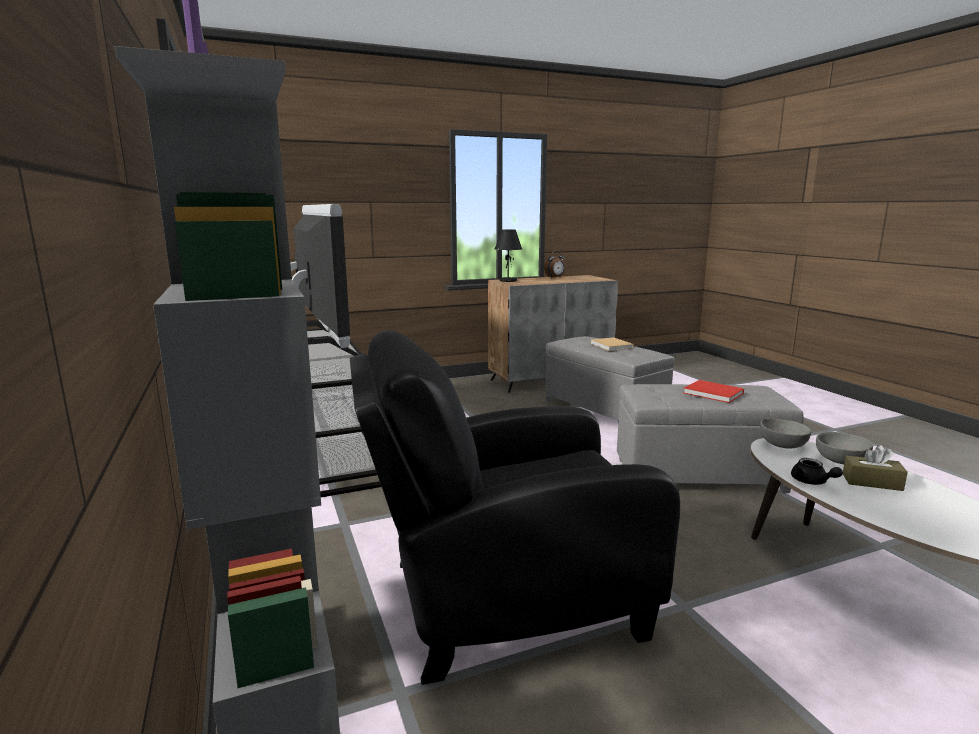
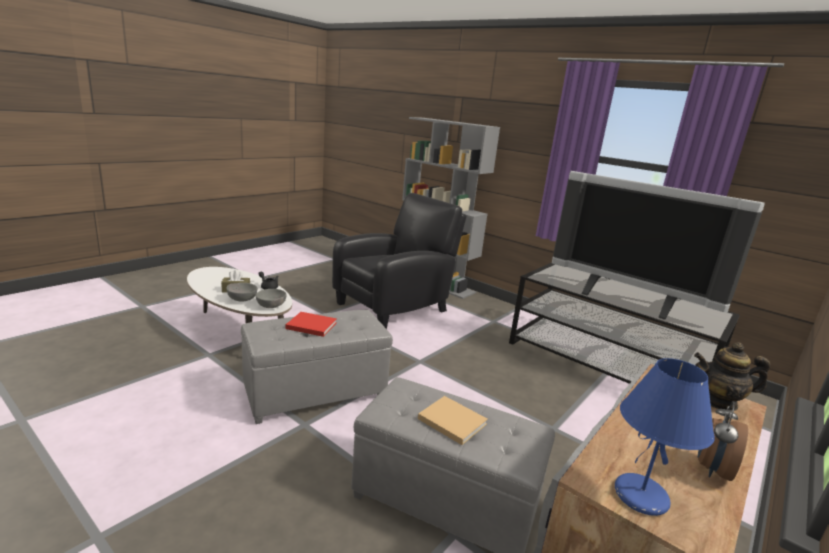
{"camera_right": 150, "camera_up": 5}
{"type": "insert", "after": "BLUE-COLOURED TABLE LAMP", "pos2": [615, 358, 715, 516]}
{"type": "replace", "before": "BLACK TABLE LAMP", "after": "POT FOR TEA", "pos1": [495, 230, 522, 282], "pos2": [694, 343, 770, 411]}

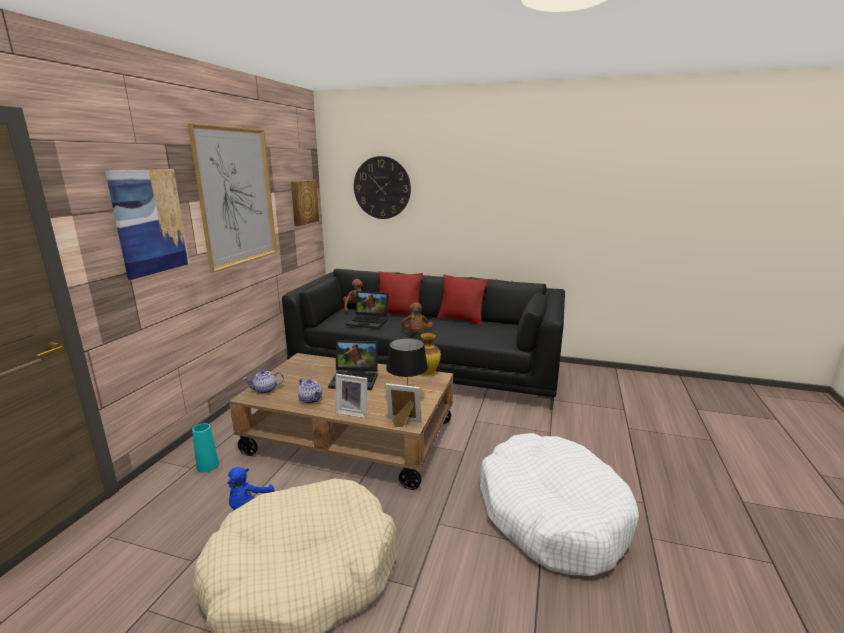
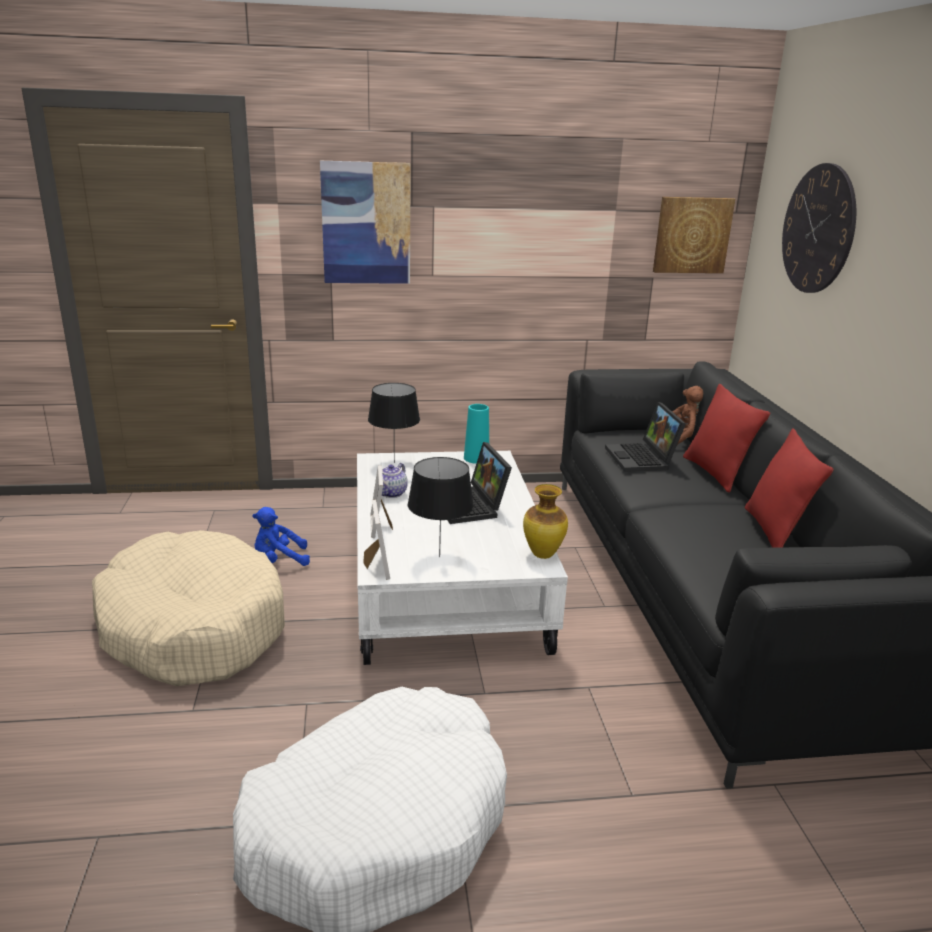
{"camera_right": 65, "camera_up": 5}
{"type": "delete", "before": "WALL ART", "pos1": [188, 123, 277, 272]}
{"type": "delete", "before": "BROWN PLUSH TOY", "pos1": [401, 302, 433, 333]}
{"type": "move", "before": "TURQUOISE DECORATIVE VASE", "pos1": [192, 423, 219, 473], "pos2": [464, 404, 489, 464]}
{"type": "replace", "before": "POT FOR TEA", "after": "BLACK TABLE LAMP", "pos1": [244, 370, 284, 394], "pos2": [368, 383, 420, 463]}
{"type": "recolor", "before": "BROWN COFFEE TABLE", "after": "WHITE-COLOURED COFFEE TABLE", "pos1": [229, 353, 453, 490], "pos2": [357, 451, 568, 665]}

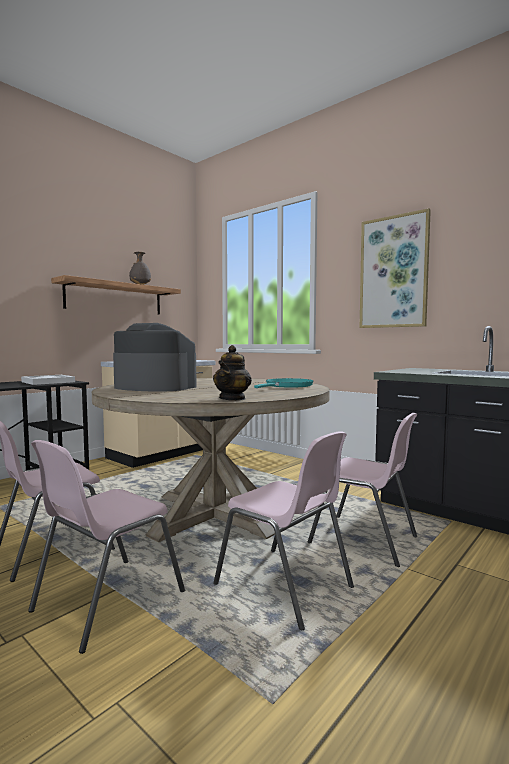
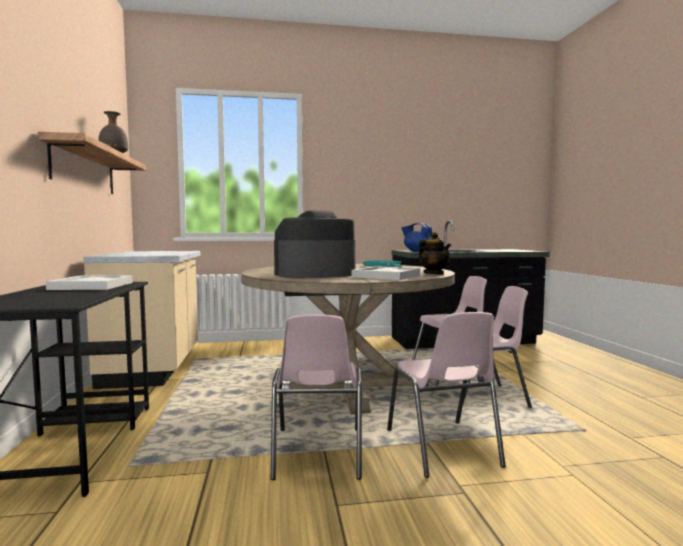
{"camera_right": -50, "camera_up": 0}
{"type": "delete", "before": "WALL ART", "pos1": [360, 208, 431, 328]}
{"type": "insert", "after": "WHITE-COLOURED CARRYING TRAY", "pos2": [352, 266, 420, 280]}
{"type": "insert", "after": "BLUE-COLOURED POT FOR TEA", "pos2": [401, 223, 432, 252]}

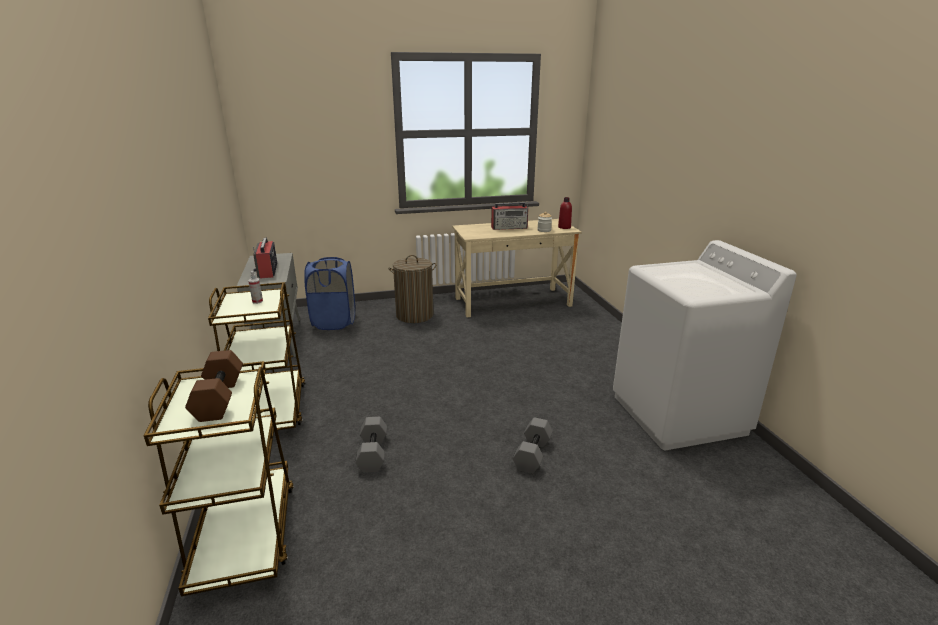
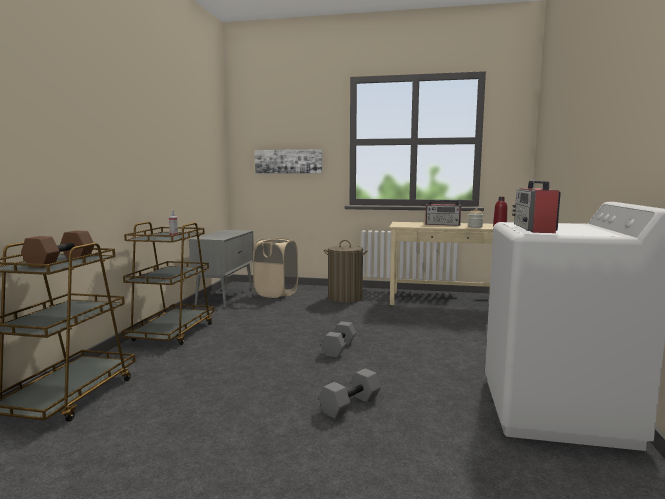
{"camera_right": 25, "camera_up": -15}
{"type": "insert", "after": "WALL ART", "pos2": [255, 149, 322, 173]}
{"type": "move", "before": "RADIO SET", "pos1": [253, 238, 277, 279], "pos2": [512, 178, 561, 233]}
{"type": "move", "before": "GREYISH FREE WEIGHT", "pos1": [355, 417, 387, 473], "pos2": [321, 321, 356, 357]}
{"type": "recolor", "before": "BLUE-COLOURED LAUNDRY BASKET", "after": "BEIGE-COLOURED LAUNDRY BASKET", "pos1": [304, 257, 355, 330], "pos2": [253, 238, 298, 298]}

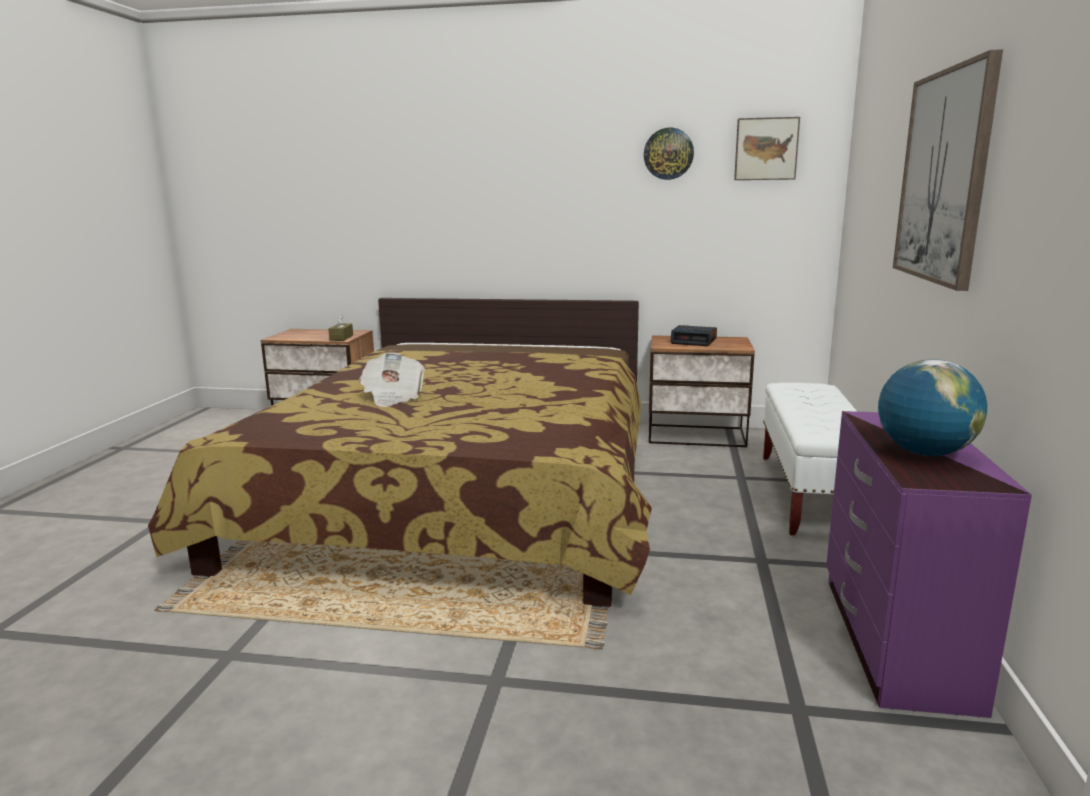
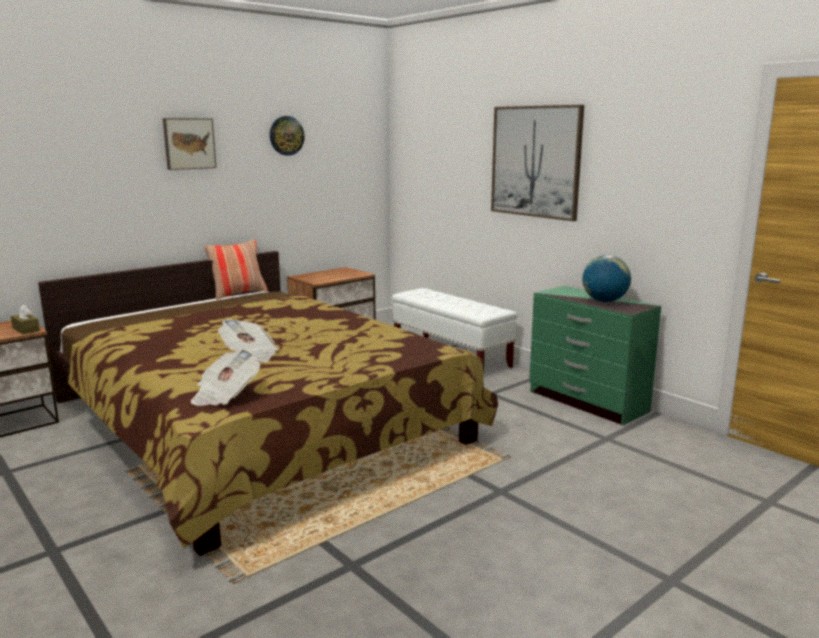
{"camera_right": -50, "camera_up": 0}
{"type": "delete", "before": "ALARM CLOCK", "pos1": [670, 325, 717, 346]}
{"type": "insert", "after": "PRINTED PAPER", "pos2": [191, 349, 260, 406]}
{"type": "insert", "after": "PILLOW", "pos2": [204, 240, 267, 300]}
{"type": "move", "before": "WALL ART", "pos1": [734, 117, 800, 180], "pos2": [163, 118, 216, 170]}
{"type": "recolor", "before": "PURPLISH DRESSER", "after": "GREEN DRESSER", "pos1": [826, 411, 1032, 718], "pos2": [529, 286, 661, 425]}

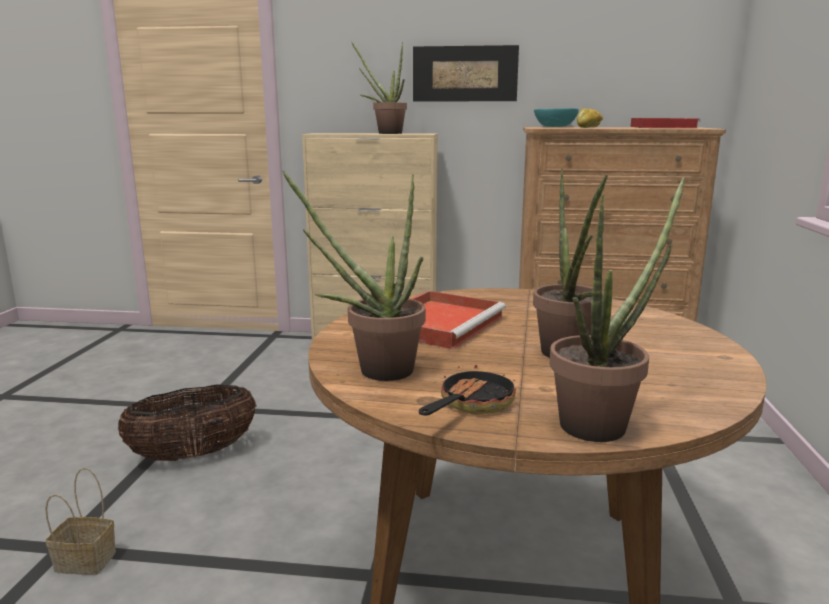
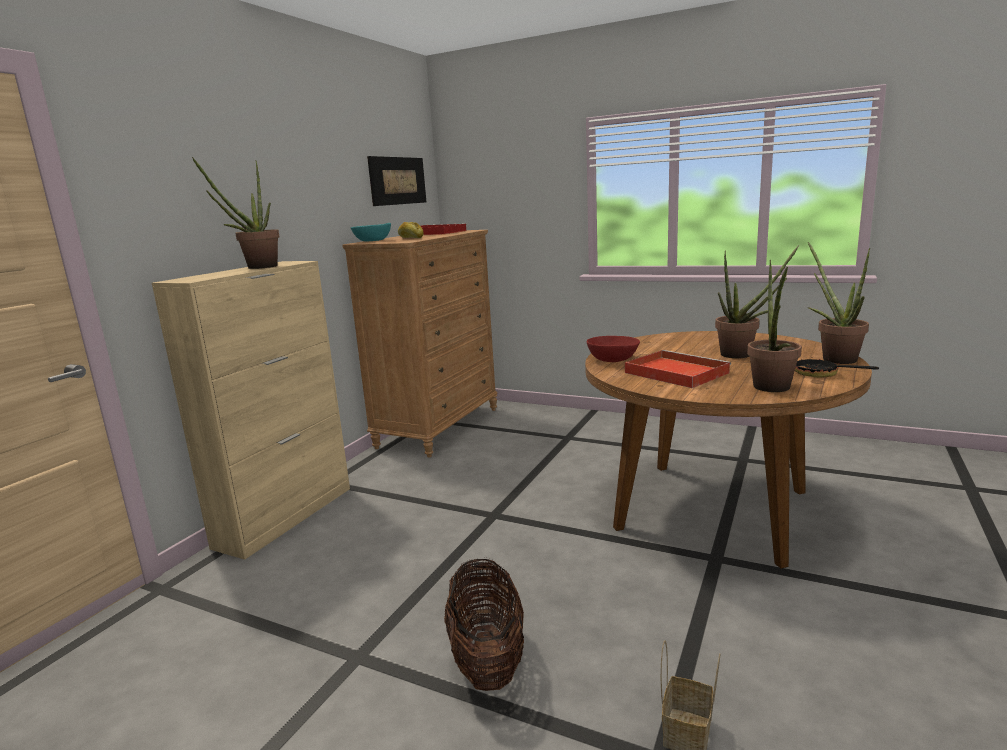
{"camera_right": -70, "camera_up": 0}
{"type": "insert", "after": "RED-COLOURED DEEP DISH", "pos2": [587, 336, 640, 362]}
{"type": "move", "before": "WALL ART", "pos1": [413, 45, 519, 102], "pos2": [367, 156, 426, 206]}

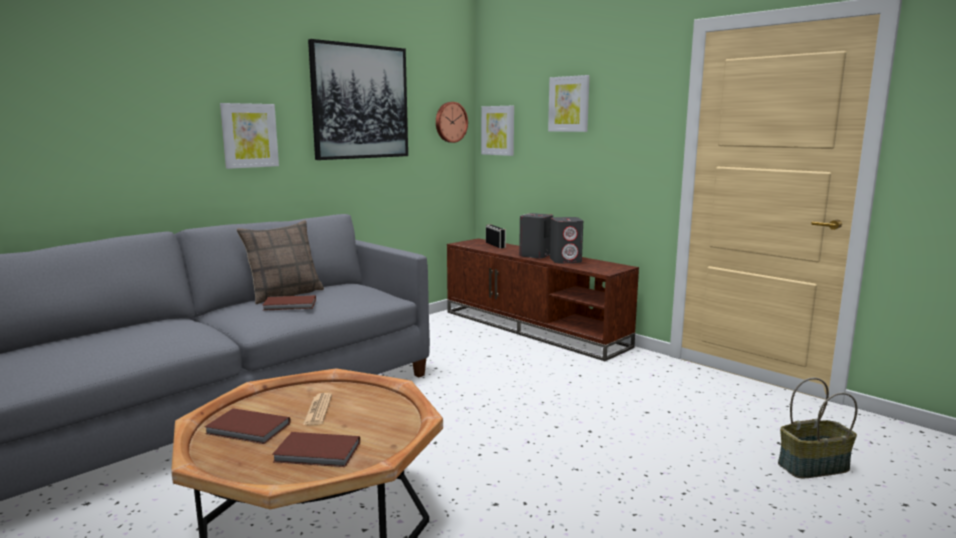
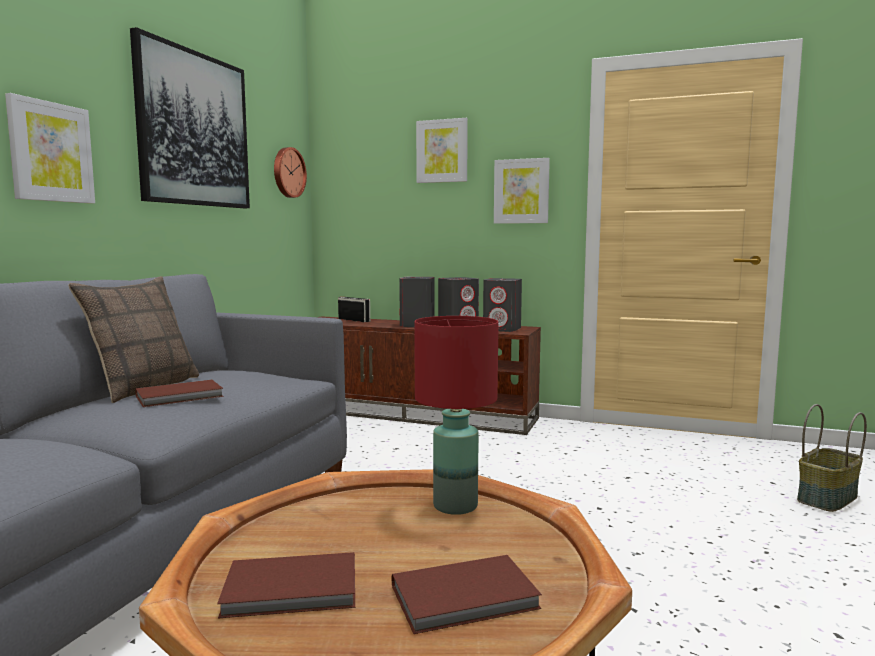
{"camera_right": -25, "camera_up": -5}
{"type": "delete", "before": "PRINTED PAPER", "pos1": [303, 393, 332, 425]}
{"type": "insert", "after": "RED-COLOURED TABLE LAMP", "pos2": [414, 316, 499, 515]}
{"type": "insert", "after": "GREYISH SPEAKER", "pos2": [483, 278, 522, 332]}
{"type": "move", "before": "WALL ART", "pos1": [481, 106, 514, 156], "pos2": [494, 158, 550, 224]}

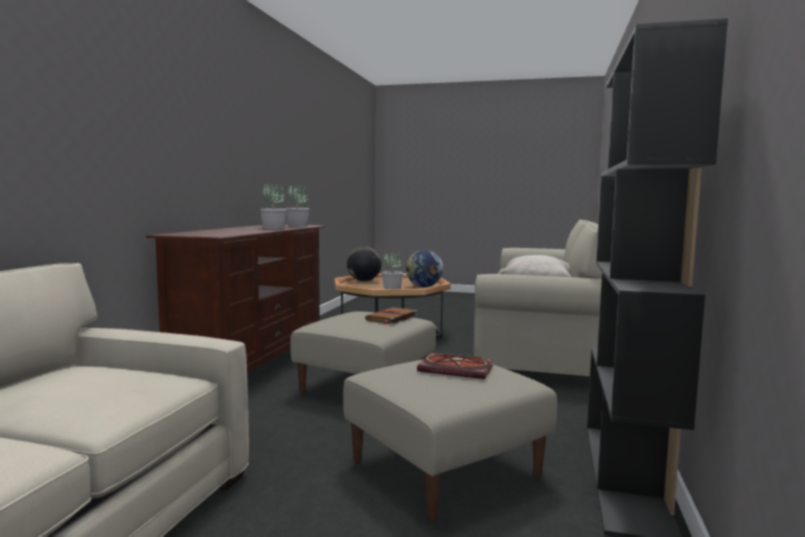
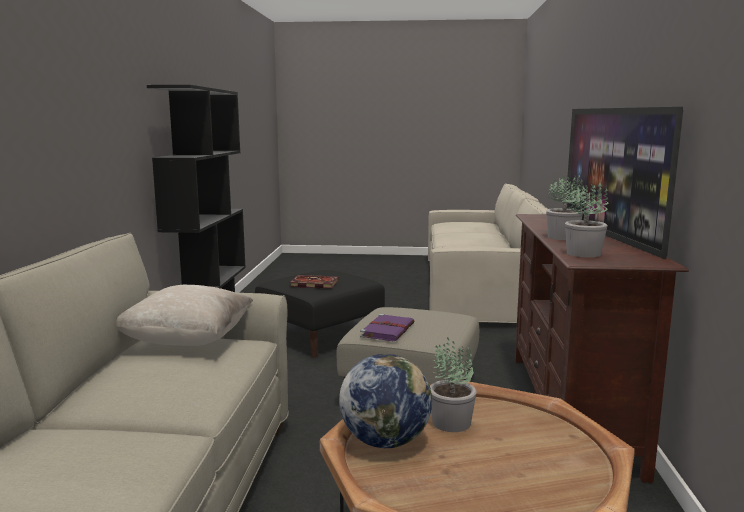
{"camera_right": 170, "camera_up": 5}
{"type": "delete", "before": "WORLD GLOBE", "pos1": [347, 246, 382, 281]}
{"type": "insert", "after": "TELEVISION", "pos2": [566, 107, 683, 259]}
{"type": "recolor", "before": "BEIGE-COLOURED OTTOMAN", "after": "BLACK OTTOMAN", "pos1": [343, 355, 557, 521], "pos2": [255, 270, 385, 358]}
{"type": "recolor", "before": "BROWN BOOK", "after": "PURPLISH BOOK", "pos1": [365, 307, 417, 325], "pos2": [360, 314, 414, 341]}

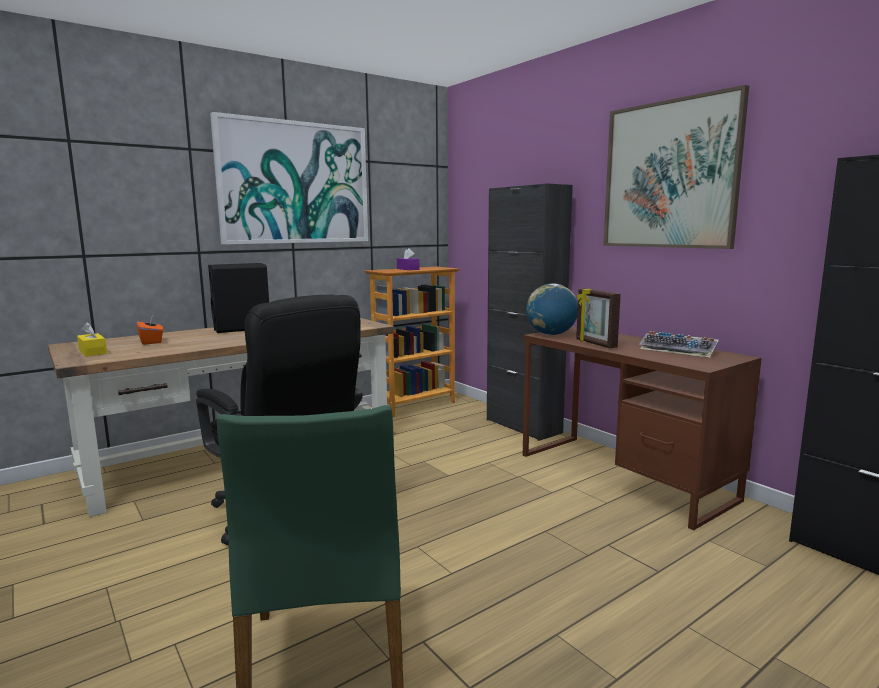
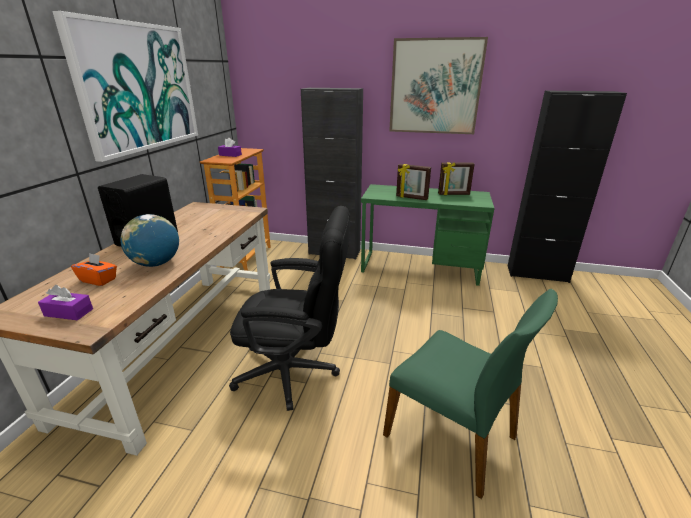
{"camera_right": -40, "camera_up": 15}
{"type": "move", "before": "WORLD GLOBE", "pos1": [526, 284, 578, 335], "pos2": [120, 214, 179, 267]}
{"type": "replace", "before": "KEYBOARD", "after": "STANDING FRAME", "pos1": [640, 331, 719, 357], "pos2": [438, 162, 474, 195]}
{"type": "recolor", "before": "YELLOW BOX OF TISSUES", "after": "PURPLISH BOX OF TISSUES", "pos1": [77, 322, 107, 356], "pos2": [38, 285, 93, 321]}
{"type": "recolor", "before": "BROWN DESK UNIT", "after": "GREEN DESK UNIT", "pos1": [523, 326, 762, 530], "pos2": [361, 184, 495, 286]}

